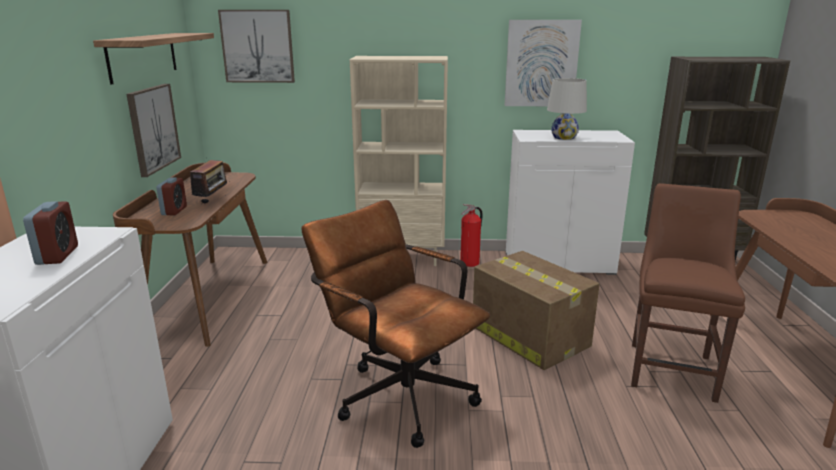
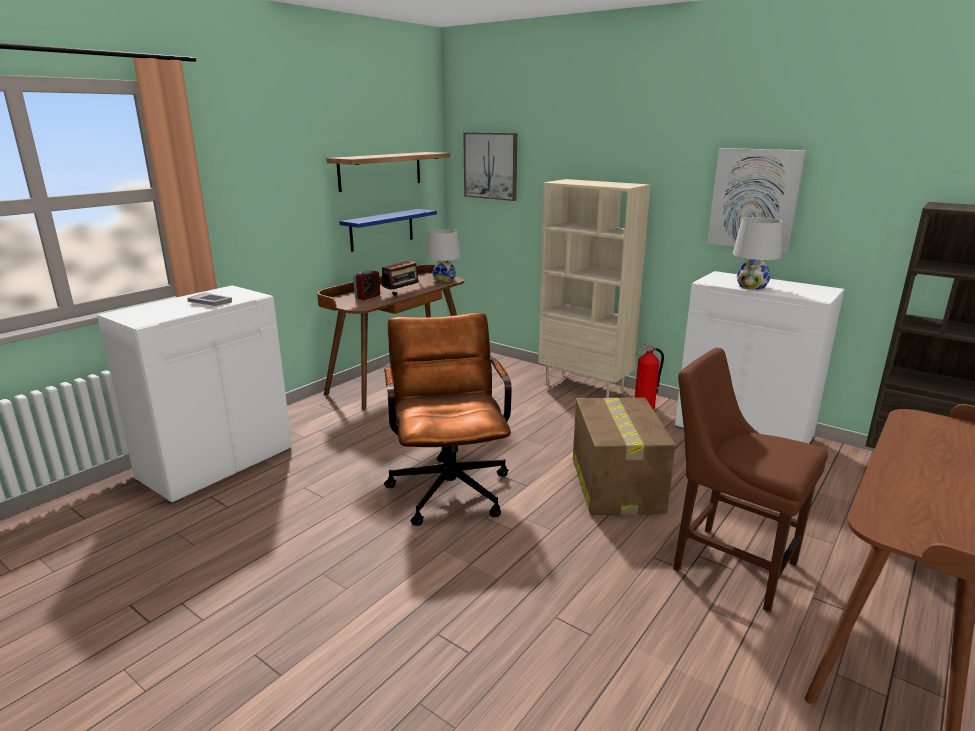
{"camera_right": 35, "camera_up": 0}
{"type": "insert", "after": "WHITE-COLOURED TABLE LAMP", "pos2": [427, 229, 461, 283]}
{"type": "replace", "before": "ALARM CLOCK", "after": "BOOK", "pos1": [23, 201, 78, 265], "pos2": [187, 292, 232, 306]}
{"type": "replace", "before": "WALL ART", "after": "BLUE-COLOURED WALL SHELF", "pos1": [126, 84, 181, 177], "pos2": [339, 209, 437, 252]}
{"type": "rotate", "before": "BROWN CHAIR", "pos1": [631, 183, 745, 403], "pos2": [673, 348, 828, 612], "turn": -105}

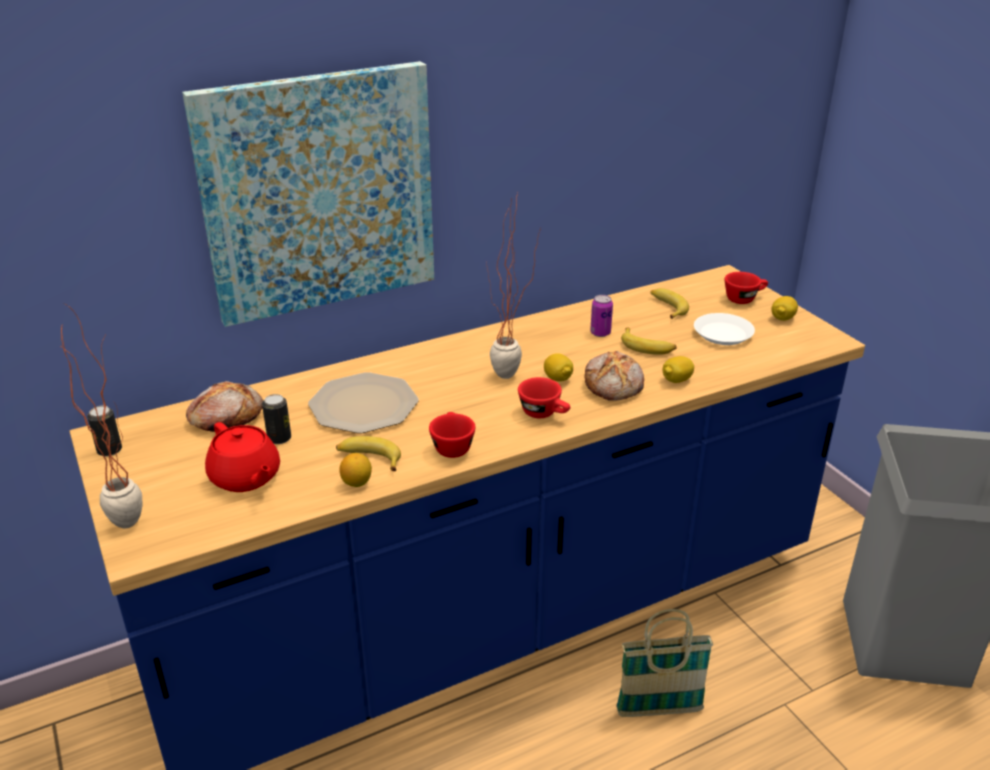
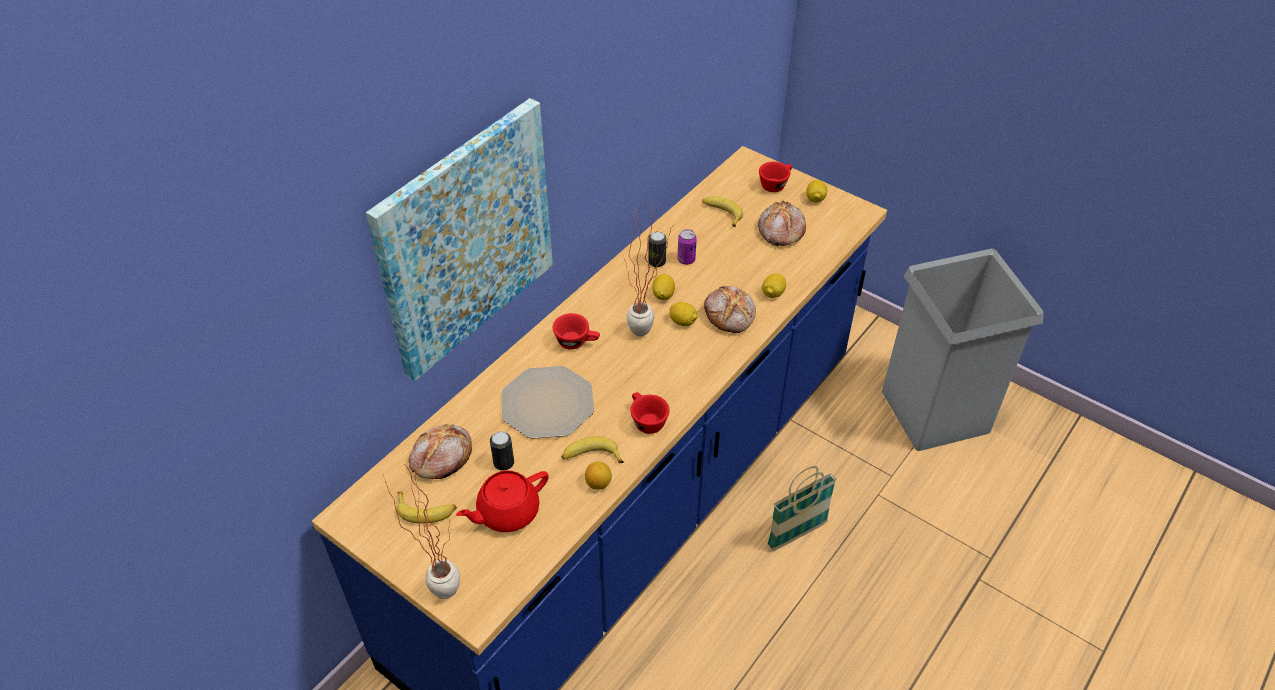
{"camera_right": -25, "camera_up": 15}
{"type": "insert", "after": "LEMON", "pos2": [652, 273, 675, 300]}
{"type": "move", "before": "SEALED CAN", "pos1": [87, 406, 122, 456], "pos2": [648, 232, 667, 267]}
{"type": "move", "before": "RED-COLOURED SMALL CUP", "pos1": [518, 377, 570, 418], "pos2": [553, 313, 600, 350]}
{"type": "move", "before": "WHOLE BANANA", "pos1": [621, 328, 677, 355], "pos2": [396, 492, 457, 524]}
{"type": "replace", "before": "WHITE-COLOURED DINNER PLATE", "after": "BAKERY BREAD", "pos1": [694, 313, 755, 345], "pos2": [758, 201, 806, 246]}
{"type": "rotate", "before": "RED-COLOURED POT FOR TEA", "pos1": [205, 422, 280, 492], "pos2": [456, 470, 549, 532], "turn": 120}

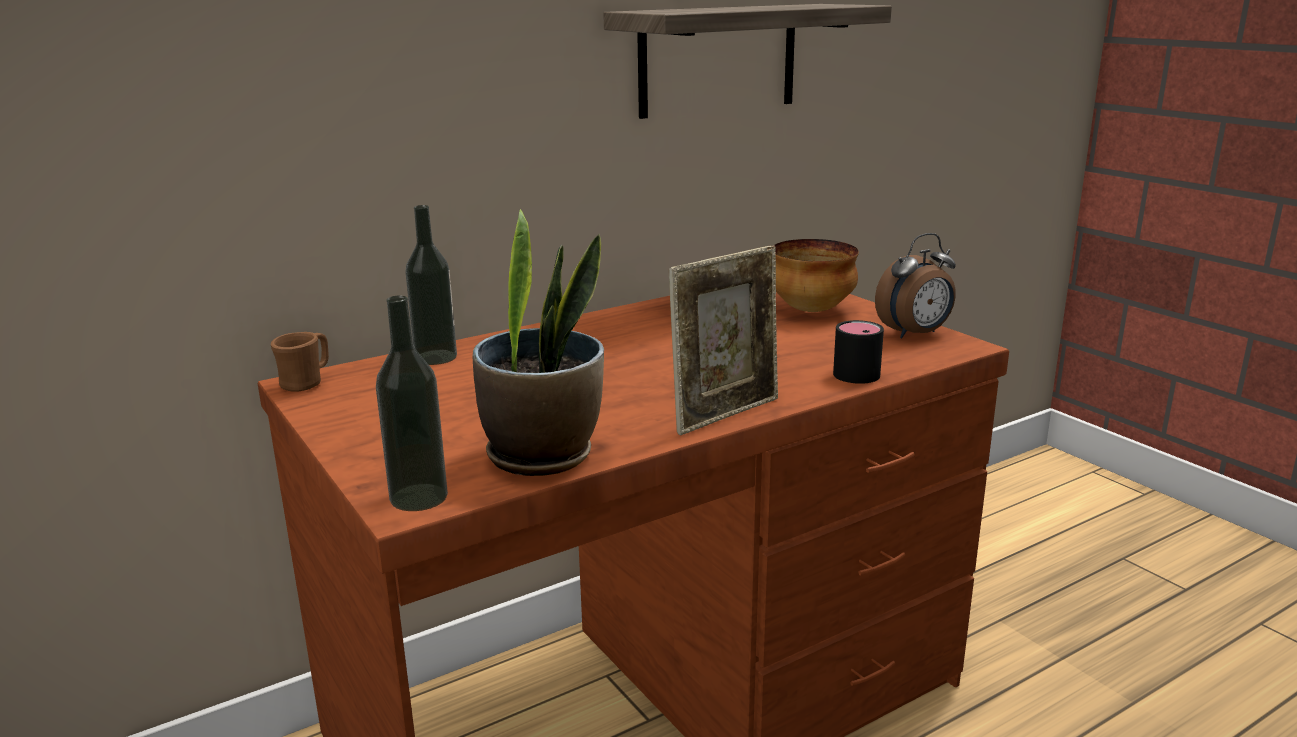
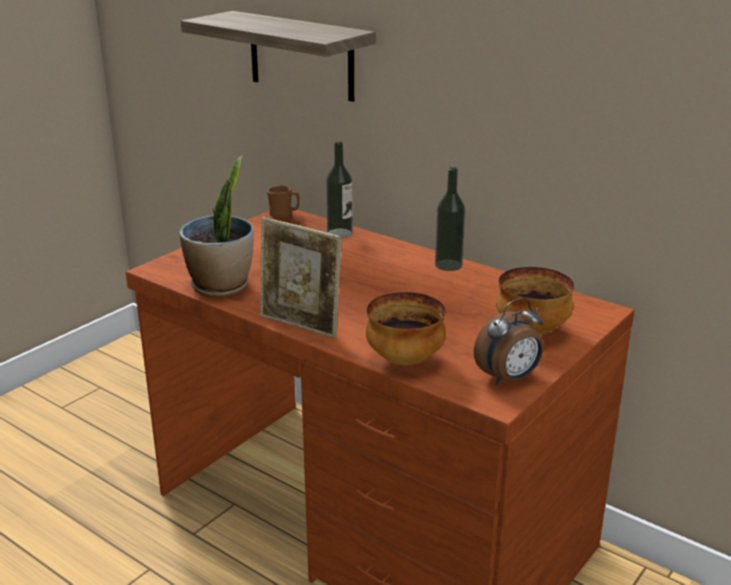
{"camera_right": 70, "camera_up": 5}
{"type": "move", "before": "BOTTLE", "pos1": [376, 296, 448, 511], "pos2": [435, 167, 466, 271]}
{"type": "move", "before": "WALL SHELF", "pos1": [603, 4, 892, 119], "pos2": [181, 11, 376, 102]}
{"type": "replace", "before": "BLACK TEA MUG", "after": "DEEP DISH", "pos1": [833, 320, 884, 384], "pos2": [366, 292, 446, 365]}
{"type": "rotate", "before": "ALARM CLOCK", "pos1": [875, 233, 956, 339], "pos2": [474, 298, 543, 385], "turn": -75}

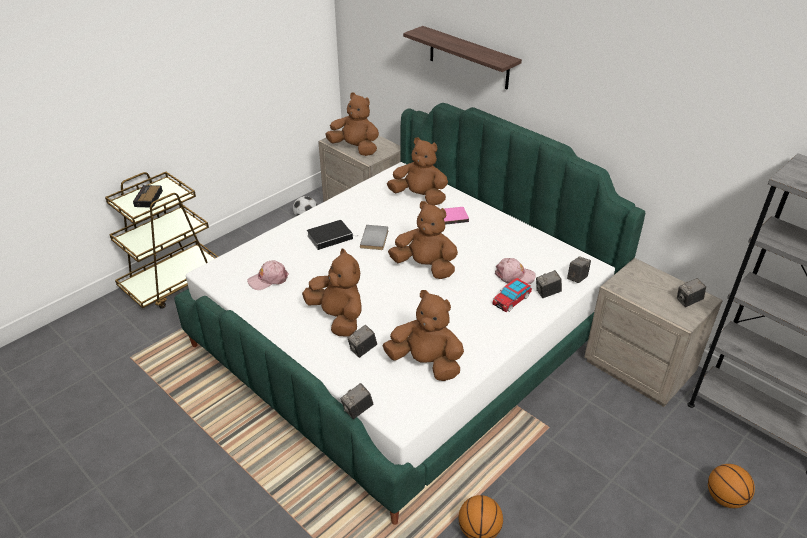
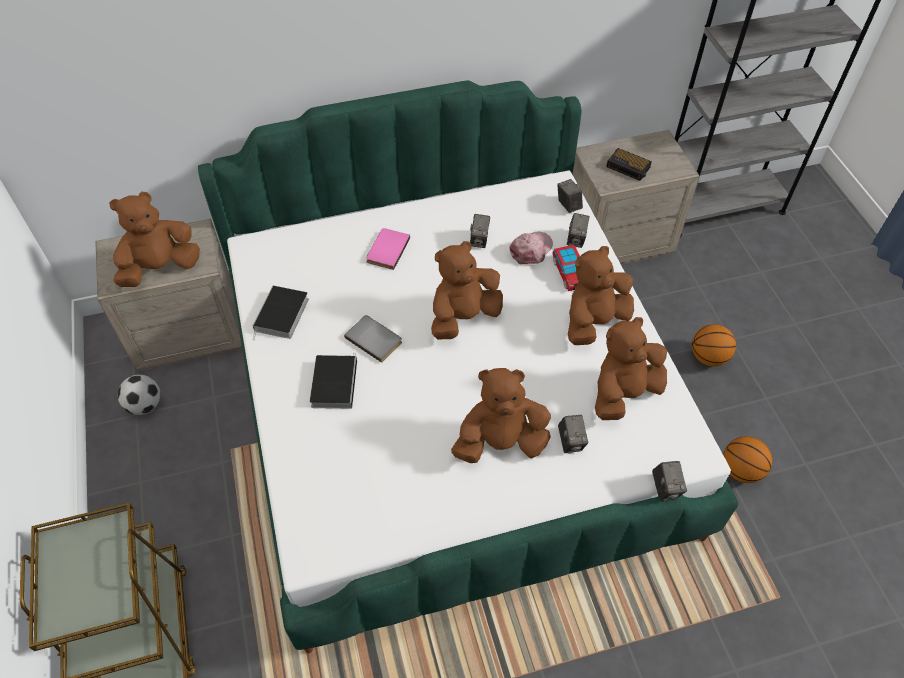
{"camera_right": -60, "camera_up": 15}
{"type": "delete", "before": "PINK-COLOURED CAP", "pos1": [247, 260, 289, 290]}
{"type": "delete", "before": "WALL SHELF", "pos1": [403, 26, 522, 89]}
{"type": "insert", "after": "BOOK", "pos2": [253, 285, 309, 340]}
{"type": "move", "before": "ALARM CLOCK", "pos1": [133, 185, 163, 208], "pos2": [606, 148, 652, 181]}
{"type": "move", "before": "BROWN PLUSH TOY", "pos1": [387, 137, 448, 206], "pos2": [568, 246, 634, 345]}
{"type": "move", "before": "PHOTO CAMERA", "pos1": [677, 278, 706, 307], "pos2": [470, 214, 490, 248]}
{"type": "move", "before": "BASKETBALL", "pos1": [708, 464, 755, 508], "pos2": [692, 324, 736, 366]}

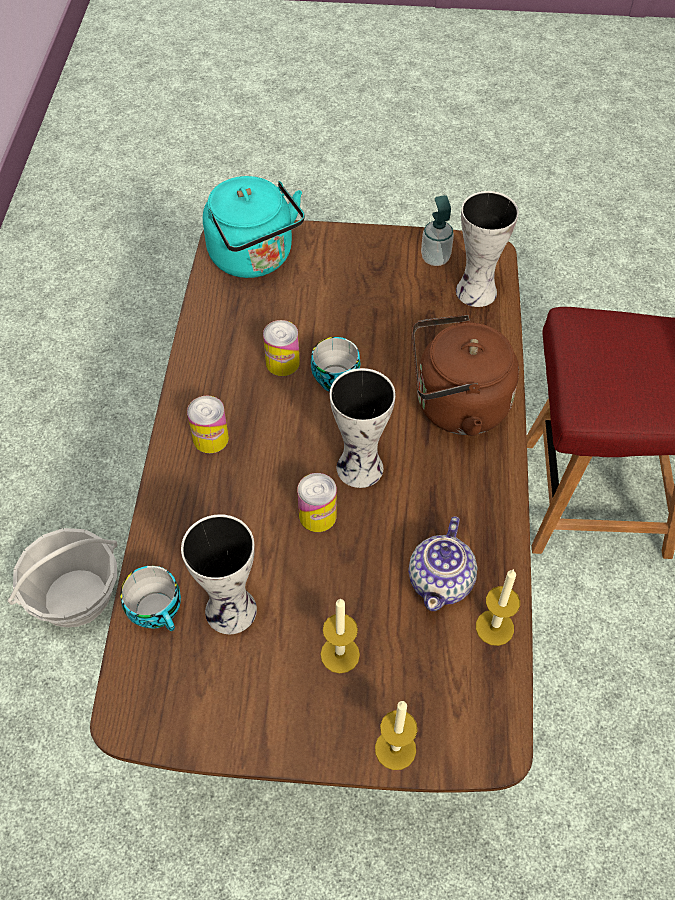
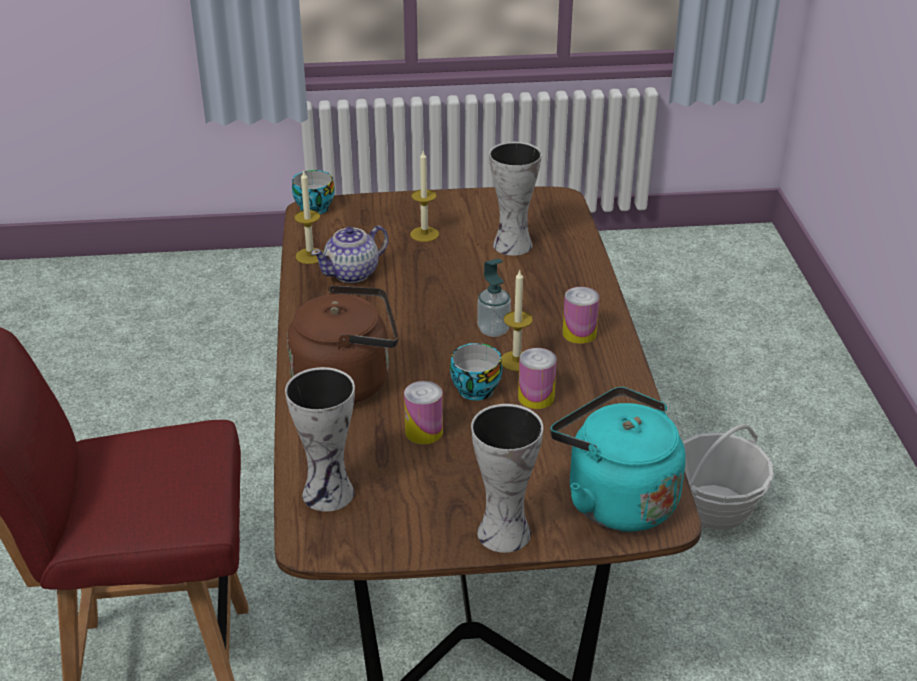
{"camera_right": 170, "camera_up": -20}
{"type": "move", "before": "SMALL CUP", "pos1": [120, 566, 181, 631], "pos2": [292, 170, 334, 214]}
{"type": "move", "before": "SEALED CAN", "pos1": [298, 473, 337, 532], "pos2": [404, 381, 443, 444]}
{"type": "move", "before": "DECORATIVE VASE", "pos1": [330, 368, 395, 488], "pos2": [471, 404, 543, 553]}
{"type": "move", "before": "WAX CANDLE", "pos1": [375, 701, 417, 770], "pos2": [501, 270, 533, 372]}
{"type": "move", "before": "SOAP DISPENSER", "pos1": [421, 195, 454, 266], "pos2": [477, 259, 511, 337]}
{"type": "rotate", "before": "POT FOR TEA", "pos1": [408, 516, 478, 611], "pos2": [311, 226, 389, 283], "turn": -135}

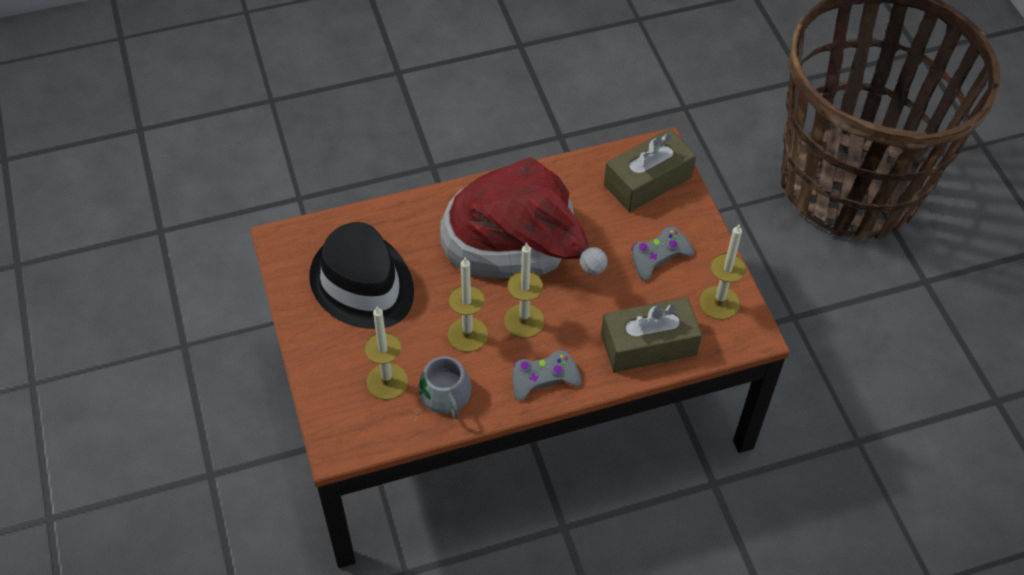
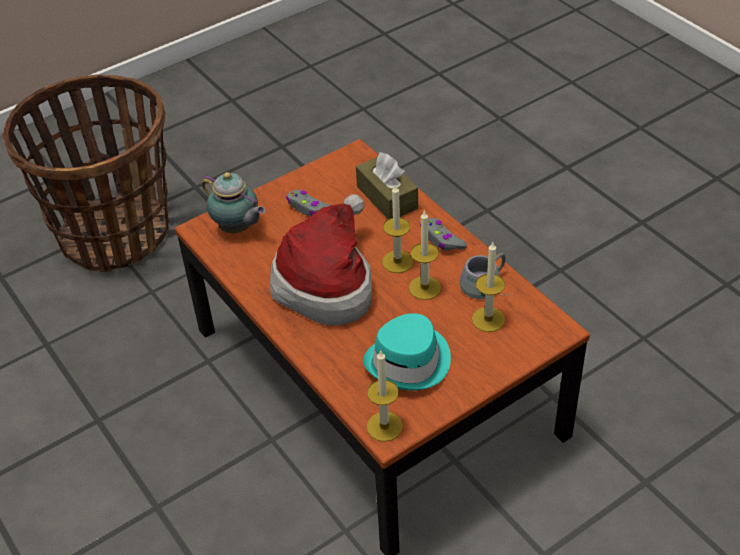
{"camera_right": -105, "camera_up": -10}
{"type": "move", "before": "WAX CANDLE", "pos1": [699, 224, 746, 320], "pos2": [367, 351, 403, 442]}
{"type": "replace", "before": "BROWN BOX OF TISSUES", "after": "POT FOR TEA", "pos1": [604, 128, 696, 212], "pos2": [201, 172, 266, 233]}
{"type": "recolor", "before": "BLACK CLOTHING HAT", "after": "TURQUOISE CLOTHING HAT", "pos1": [309, 222, 414, 329], "pos2": [363, 313, 451, 391]}

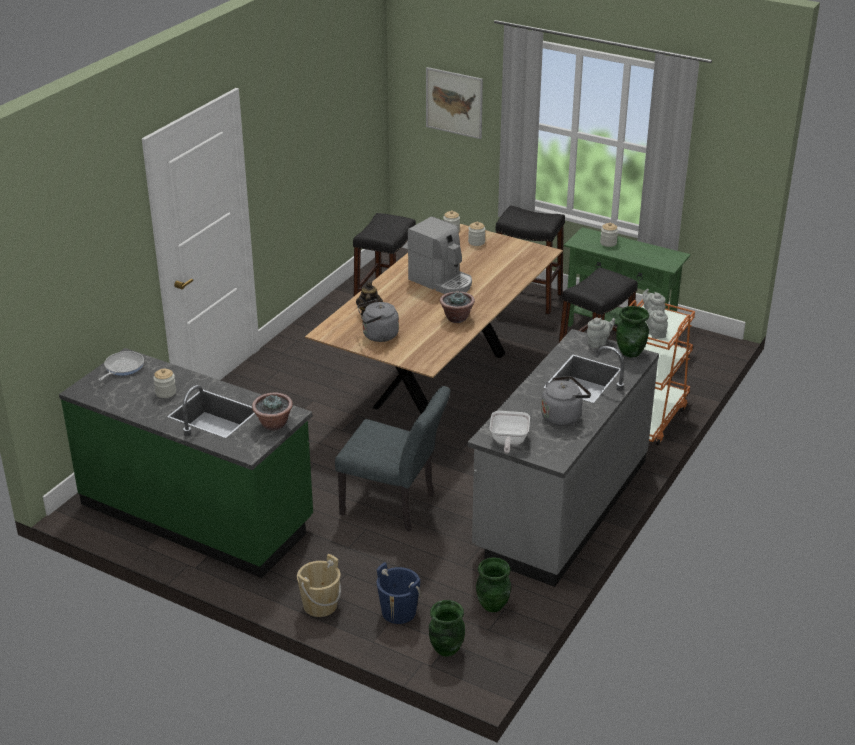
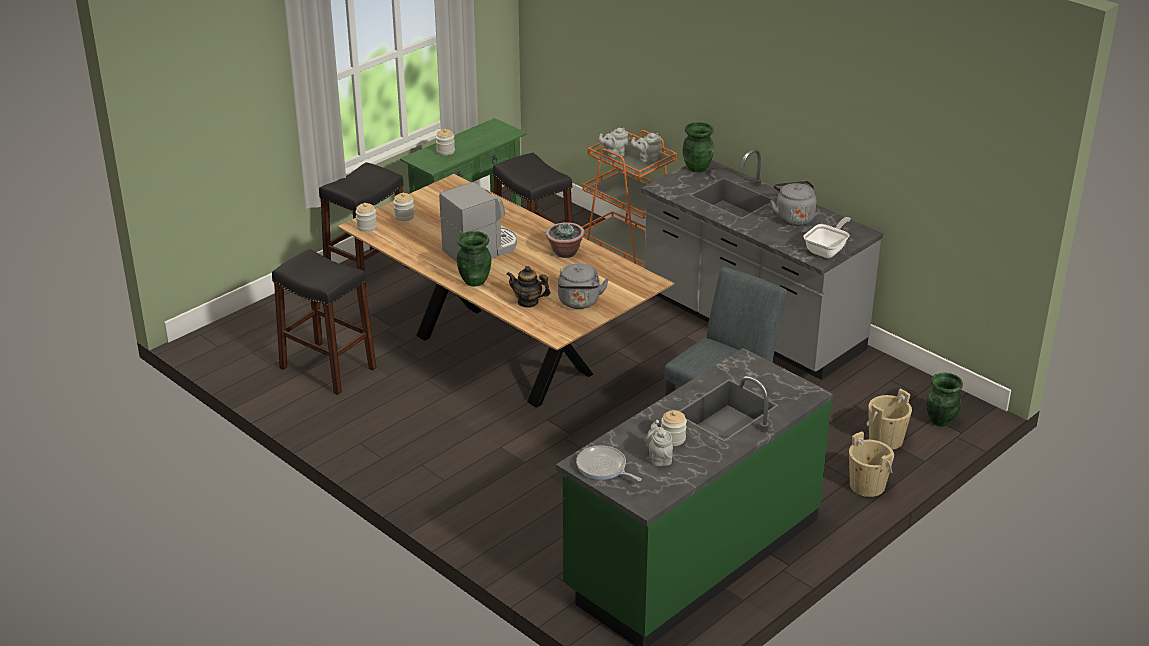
{"camera_right": -75, "camera_up": 0}
{"type": "delete", "before": "HOUSEPLANT", "pos1": [252, 393, 293, 431]}
{"type": "delete", "before": "WALL ART", "pos1": [426, 67, 483, 139]}
{"type": "move", "before": "GREEN DECORATIVE VASE", "pos1": [476, 557, 511, 612], "pos2": [457, 231, 491, 286]}
{"type": "move", "before": "GREYISH POT FOR TEA", "pos1": [587, 318, 615, 348], "pos2": [645, 420, 673, 466]}
{"type": "recolor", "before": "BLUE-COLOURED PAIL", "after": "BEIGE-COLOURED PAIL", "pos1": [377, 562, 421, 624], "pos2": [867, 389, 912, 450]}
{"type": "rotate", "before": "SKILLET", "pos1": [490, 411, 530, 454], "pos2": [804, 217, 851, 258], "turn": -75}

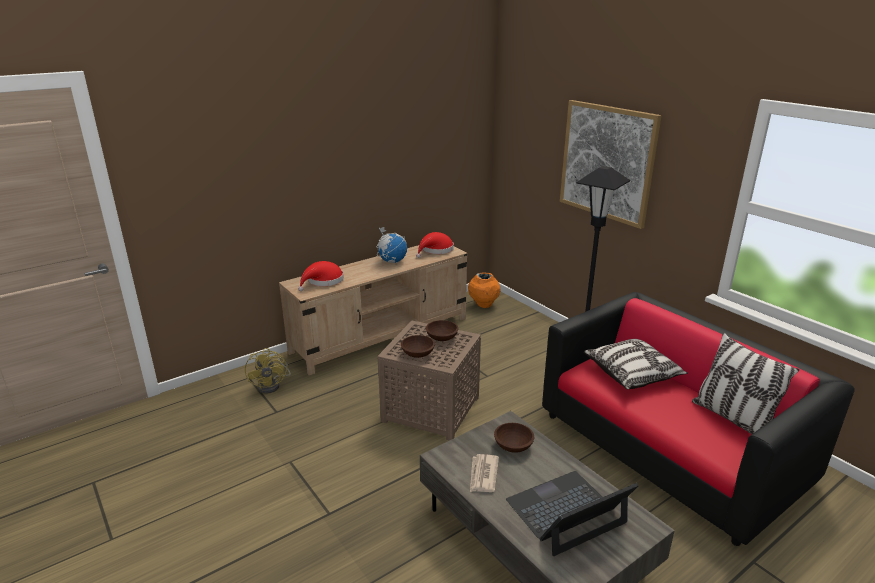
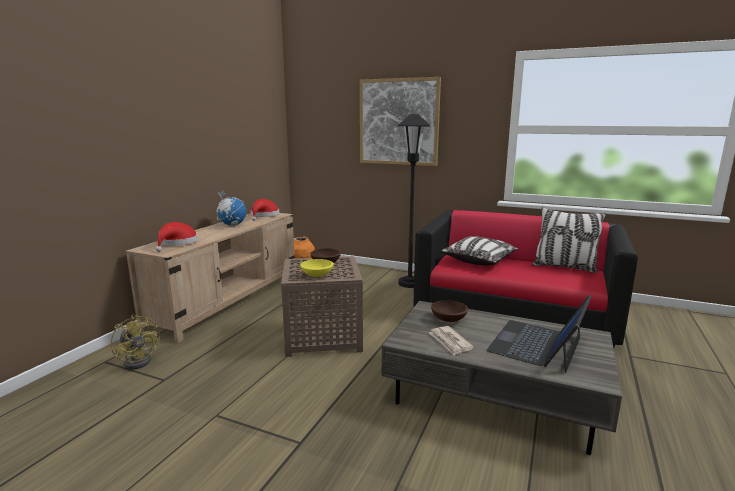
{"camera_right": -30, "camera_up": -10}
{"type": "recolor", "before": "BROWN DEEP DISH", "after": "YELLOW DEEP DISH", "pos1": [401, 335, 435, 358], "pos2": [300, 259, 334, 277]}

